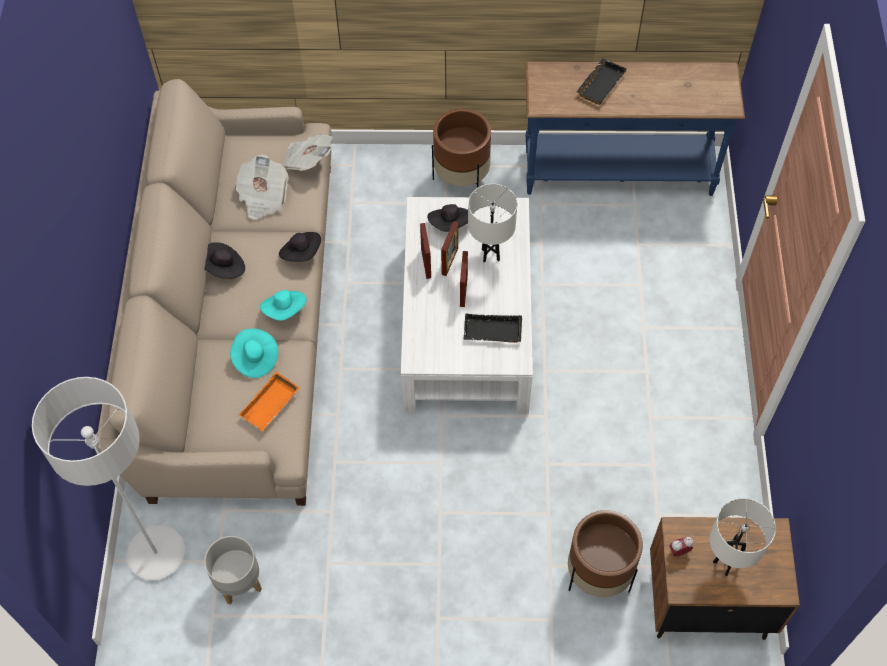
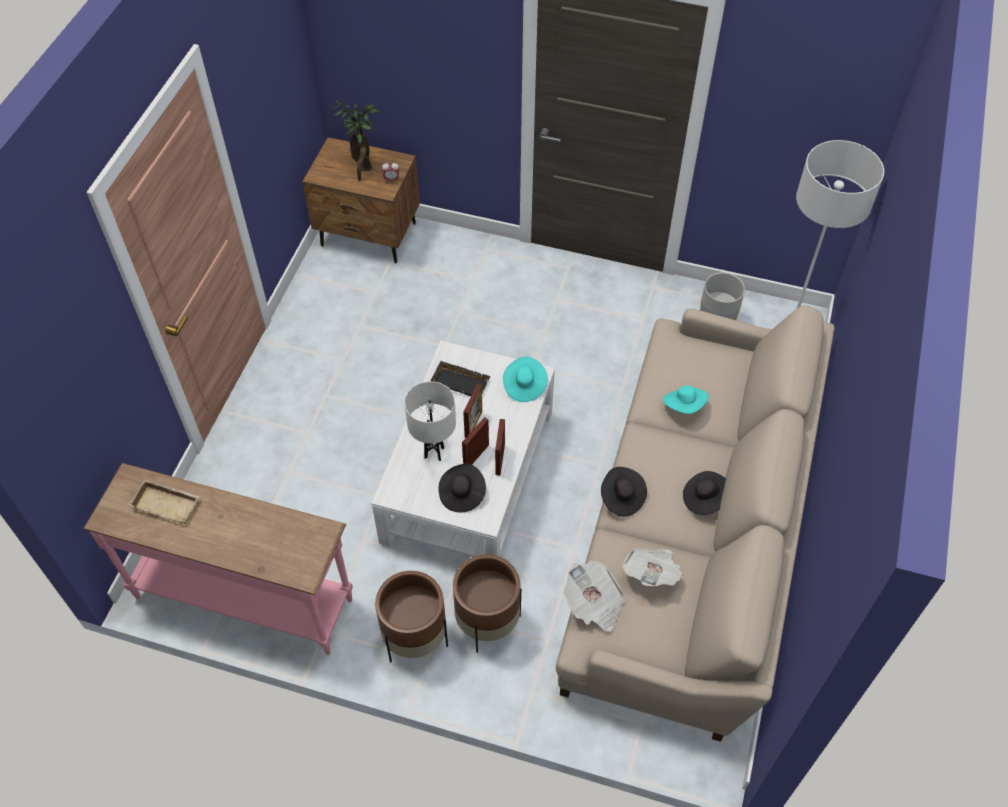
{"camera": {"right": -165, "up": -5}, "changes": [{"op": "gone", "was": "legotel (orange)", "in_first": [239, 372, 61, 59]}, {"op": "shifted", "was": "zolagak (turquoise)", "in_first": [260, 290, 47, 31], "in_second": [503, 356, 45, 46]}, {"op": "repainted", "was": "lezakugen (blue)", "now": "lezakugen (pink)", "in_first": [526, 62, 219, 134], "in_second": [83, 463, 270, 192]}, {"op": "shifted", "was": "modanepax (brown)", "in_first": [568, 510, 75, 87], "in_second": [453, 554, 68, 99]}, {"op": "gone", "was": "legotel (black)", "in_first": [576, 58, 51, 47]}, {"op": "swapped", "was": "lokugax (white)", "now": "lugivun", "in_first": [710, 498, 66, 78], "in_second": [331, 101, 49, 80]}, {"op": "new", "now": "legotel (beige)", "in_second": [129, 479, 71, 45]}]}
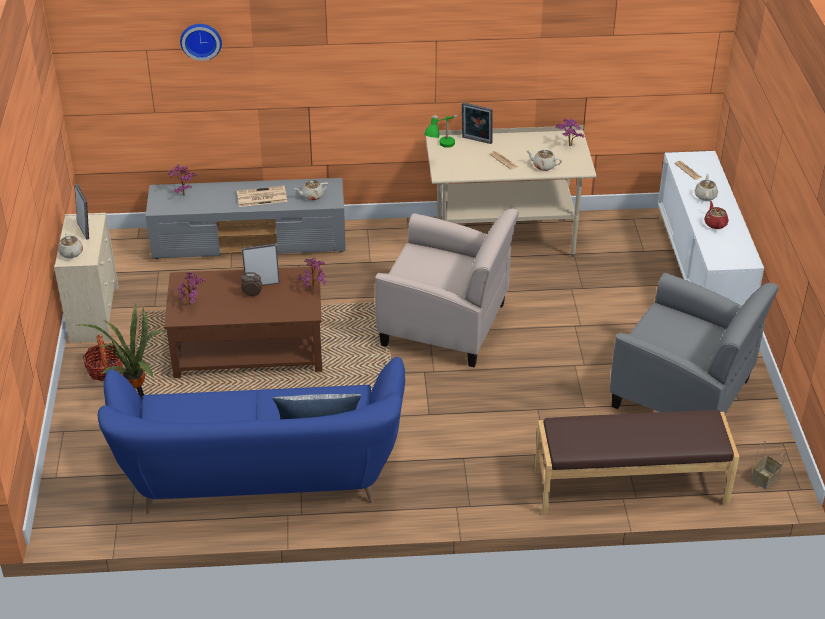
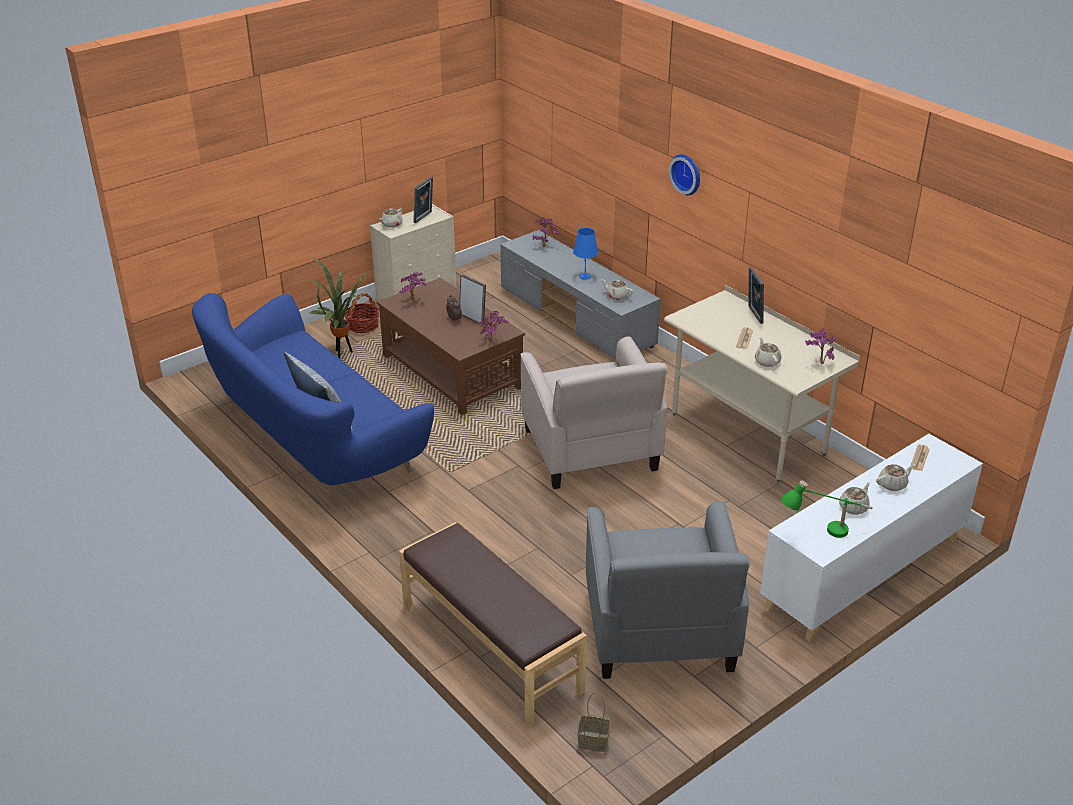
{"camera": {"right": 55, "up": -5}, "changes": [{"op": "shifted", "was": "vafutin", "in_first": [180, 24, 42, 37], "in_second": [669, 154, 31, 41]}, {"op": "swapped", "was": "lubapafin", "now": "lokugax (blue)", "in_first": [237, 186, 50, 21], "in_second": [573, 228, 25, 52]}, {"op": "shifted", "was": "lokugax (green)", "in_first": [424, 115, 34, 33], "in_second": [781, 480, 92, 58]}, {"op": "repainted", "was": "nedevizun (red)", "now": "nedevizun (beige)", "in_first": [704, 201, 25, 28], "in_second": [839, 482, 31, 33]}]}
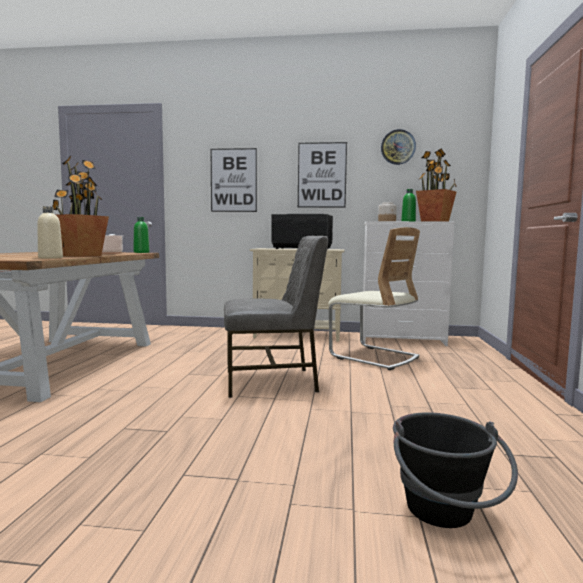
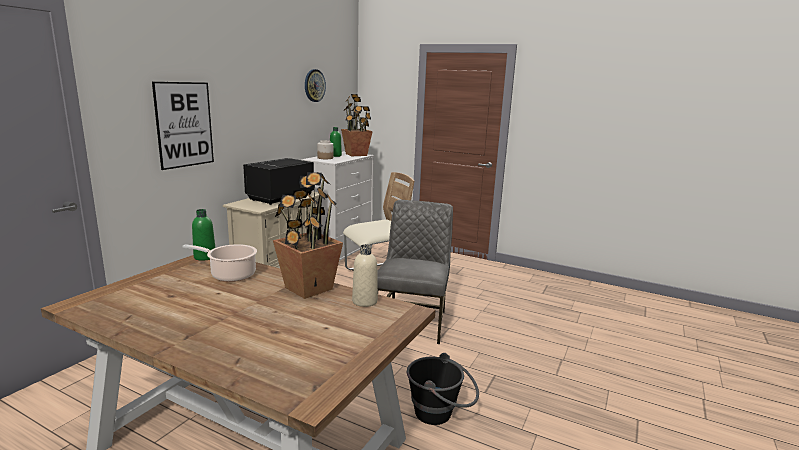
{"camera": {"right": -70, "up": 10}, "changes": [{"op": "gone", "was": "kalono", "in_first": [298, 142, 49, 66]}, {"op": "shifted", "was": "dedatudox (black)", "in_first": [393, 412, 125, 116], "in_second": [407, 353, 72, 72]}]}
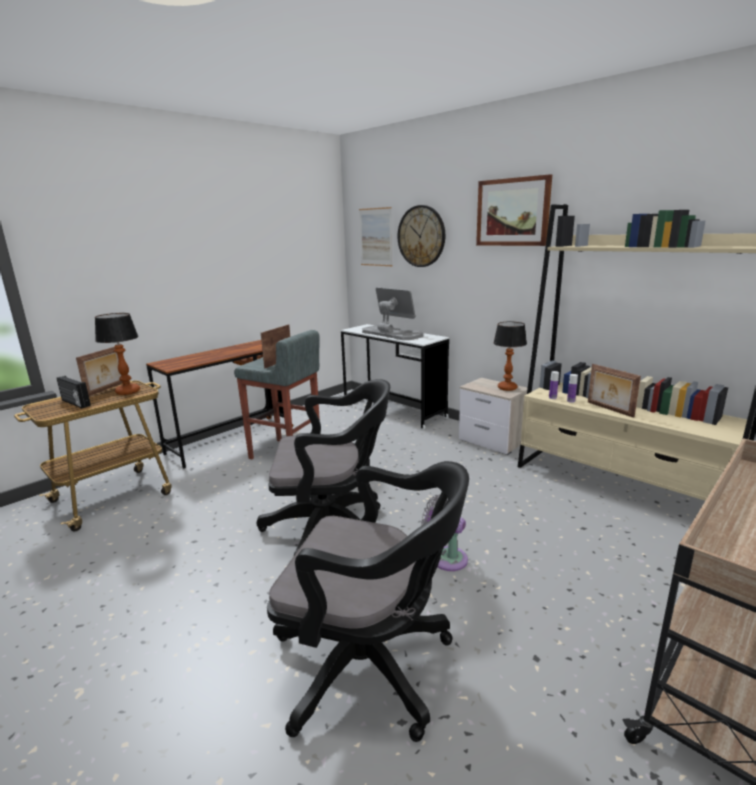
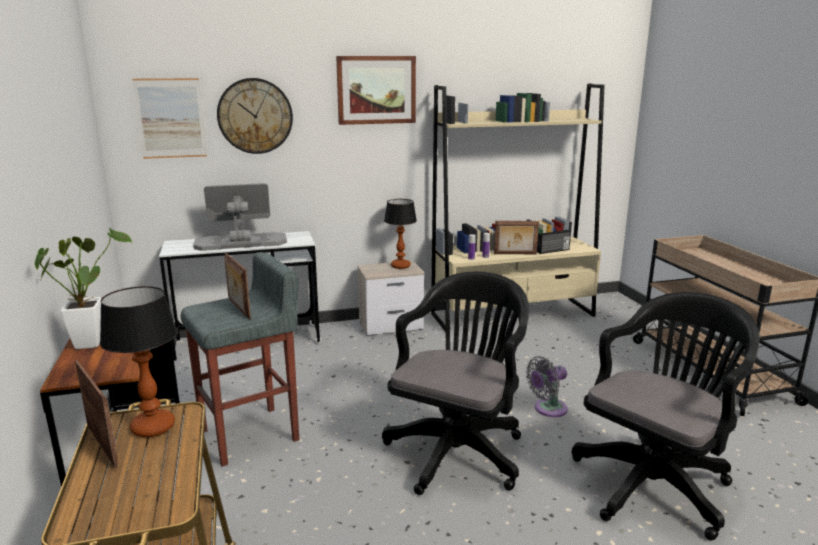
{"camera": {"right": -60, "up": 0}, "changes": [{"op": "shifted", "was": "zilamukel", "in_first": [57, 376, 34, 32], "in_second": [537, 230, 34, 24]}, {"op": "new", "now": "lugivun", "in_second": [35, 228, 97, 121]}]}
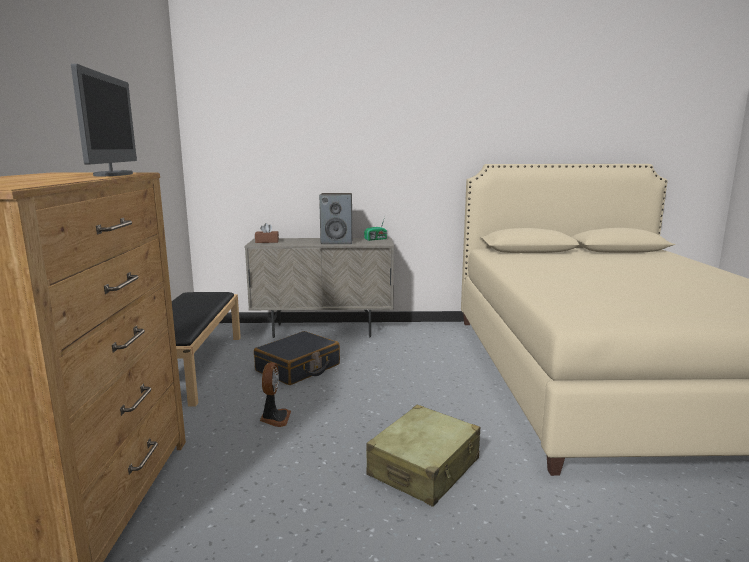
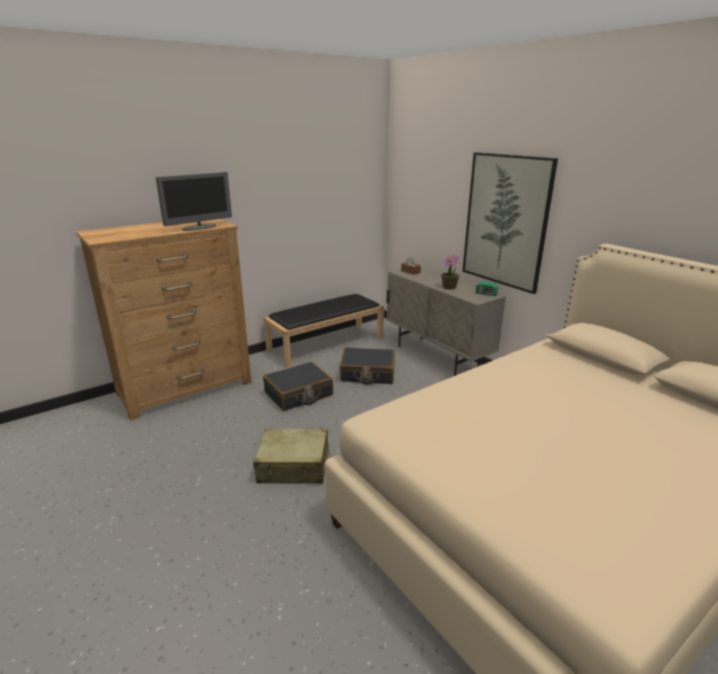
{"camera": {"right": 55, "up": 10}, "changes": [{"op": "swapped", "was": "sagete", "now": "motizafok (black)", "in_first": [260, 362, 31, 65], "in_second": [263, 362, 70, 49]}, {"op": "swapped", "was": "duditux", "now": "lugivun", "in_first": [319, 193, 33, 51], "in_second": [441, 254, 19, 36]}, {"op": "new", "now": "kalono", "in_second": [462, 152, 96, 142]}]}
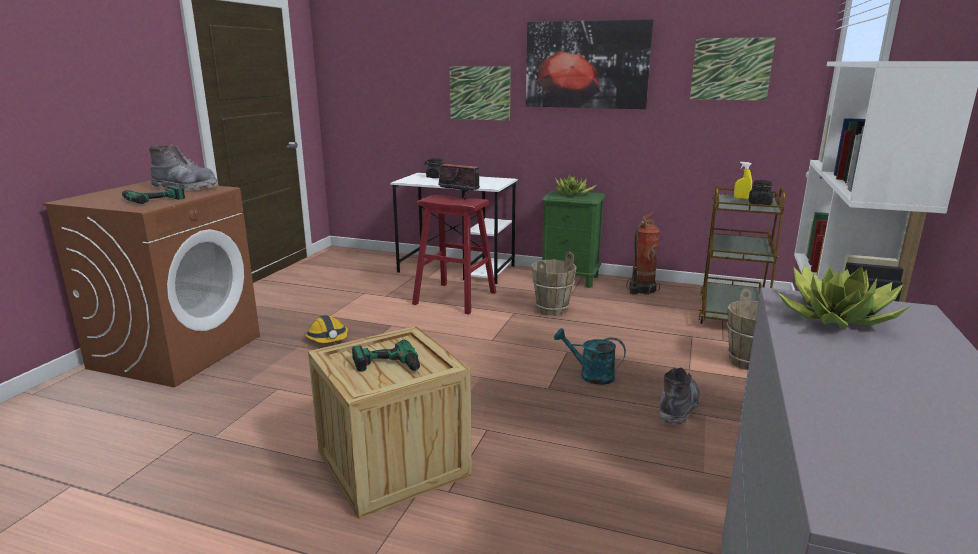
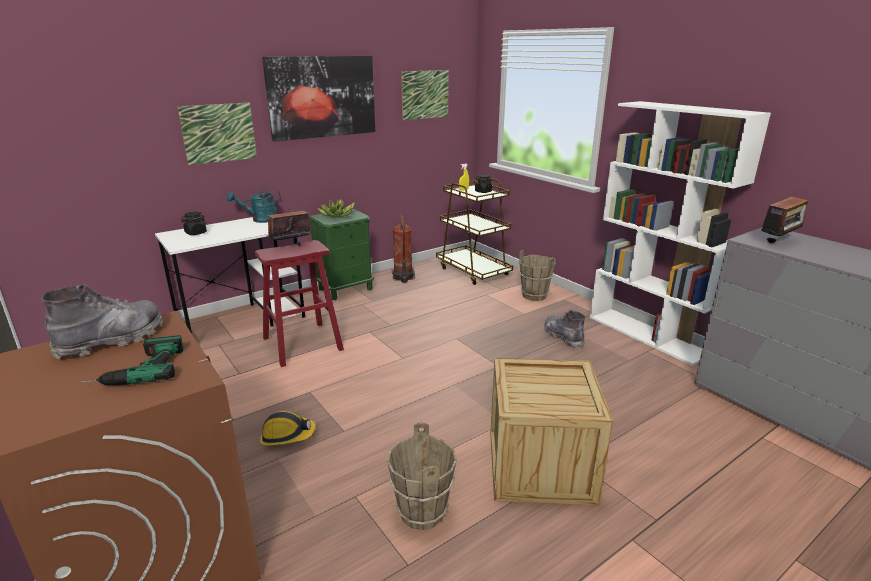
{"camera": {"right": -55, "up": 5}, "changes": [{"op": "gone", "was": "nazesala", "in_first": [352, 340, 68, 35]}, {"op": "shifted", "was": "dedatudox (brown)", "in_first": [532, 252, 45, 64], "in_second": [387, 423, 70, 107]}, {"op": "shifted", "was": "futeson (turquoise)", "in_first": [554, 328, 72, 57], "in_second": [227, 187, 54, 36]}, {"op": "swapped", "was": "lugivun", "now": "zilamukel", "in_first": [778, 264, 132, 65], "in_second": [761, 197, 47, 46]}]}
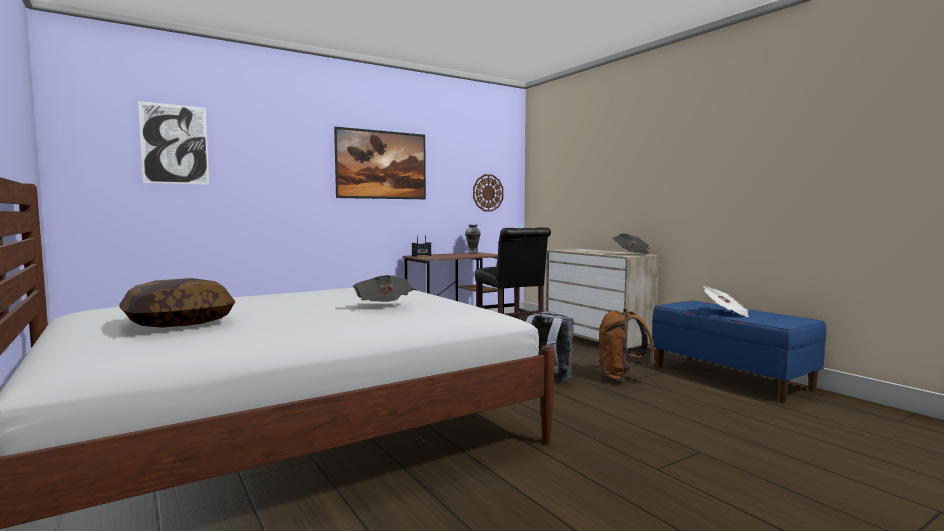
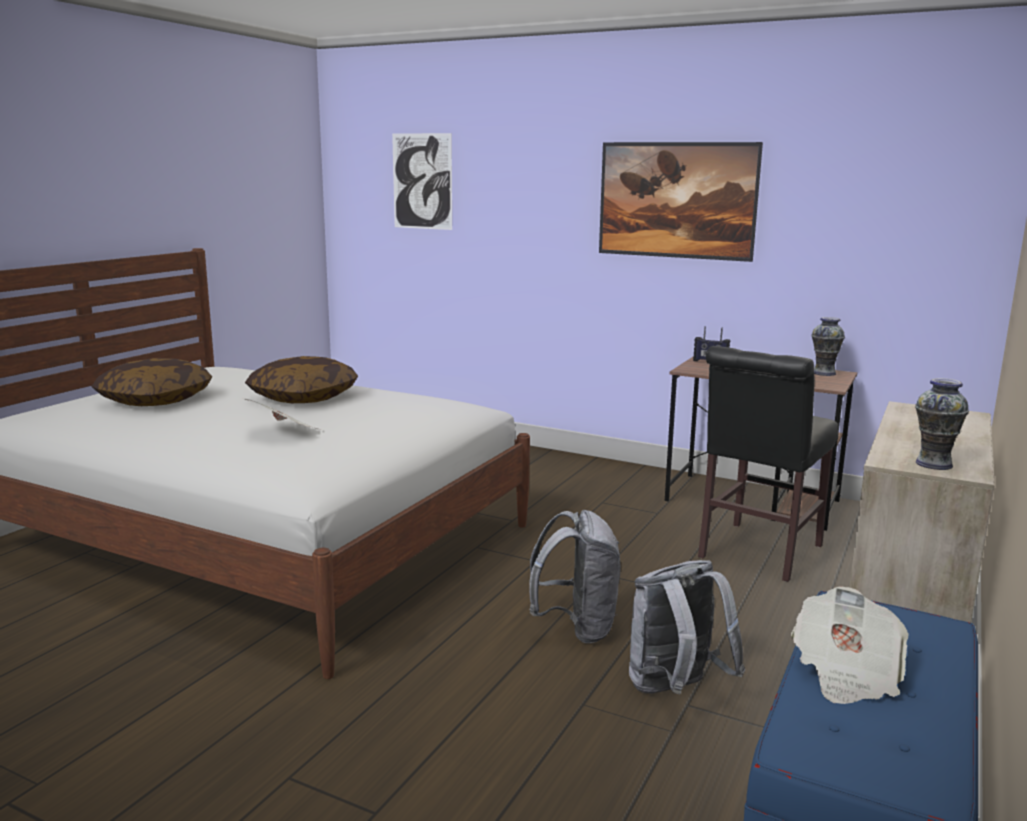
{"camera": {"right": 60, "up": 10}, "changes": [{"op": "gone", "was": "vafutin", "in_first": [473, 174, 31, 37]}, {"op": "repainted", "was": "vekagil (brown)", "now": "vekagil (grey)", "in_first": [599, 309, 56, 73], "in_second": [629, 560, 117, 135]}, {"op": "swapped", "was": "lubapafin", "now": "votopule", "in_first": [613, 234, 36, 20], "in_second": [915, 378, 54, 92]}, {"op": "new", "now": "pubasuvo", "in_second": [245, 356, 113, 47]}]}
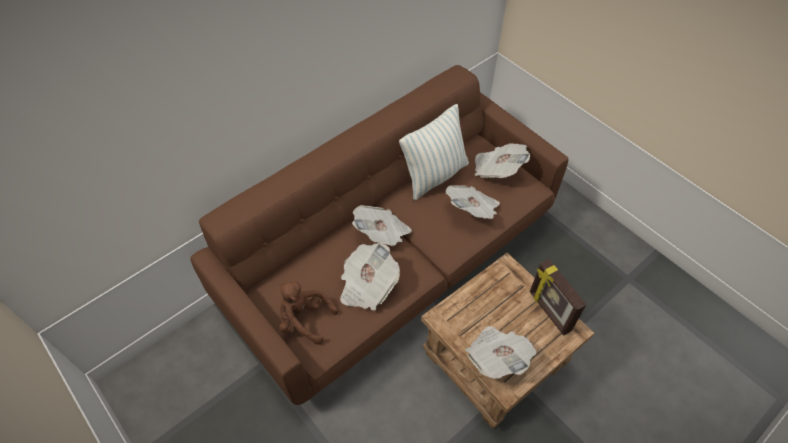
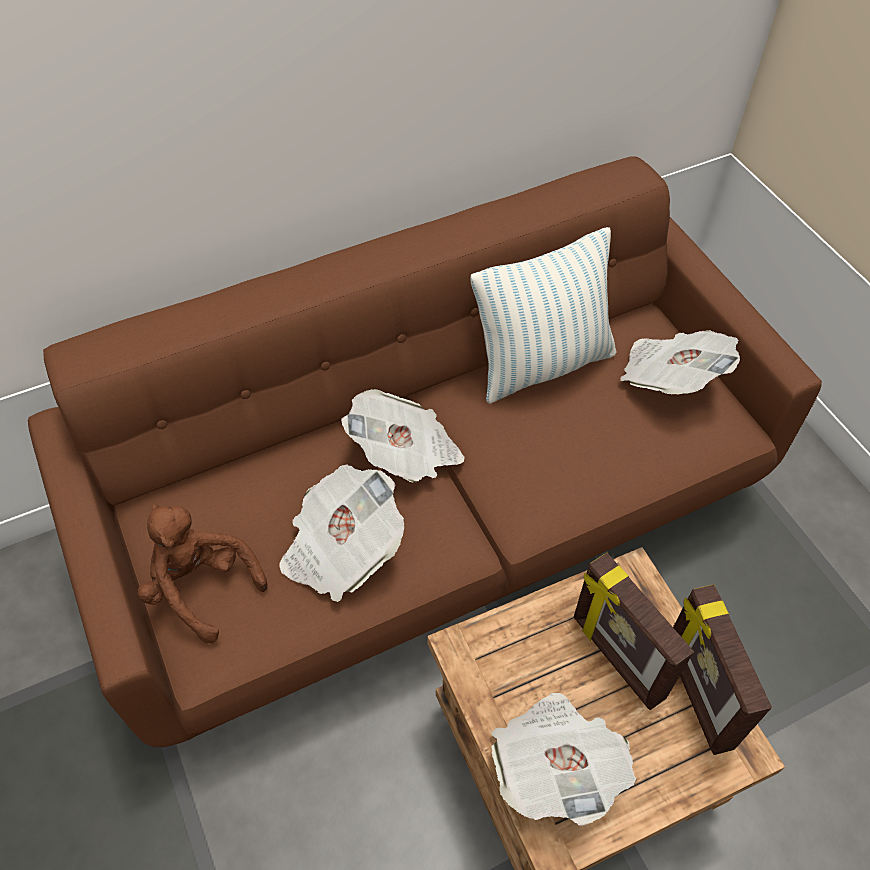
{"camera": {"right": 15, "up": 0}, "changes": [{"op": "gone", "was": "lubapafin", "in_first": [446, 185, 54, 34]}, {"op": "new", "now": "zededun", "in_second": [574, 552, 120, 158]}]}
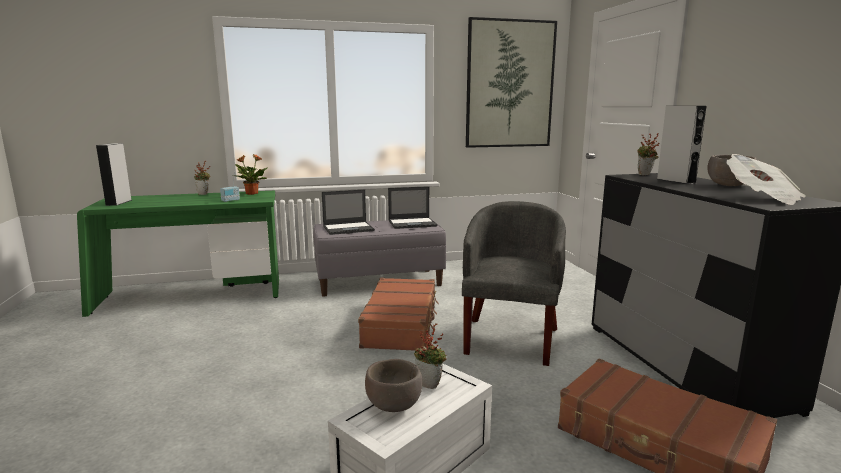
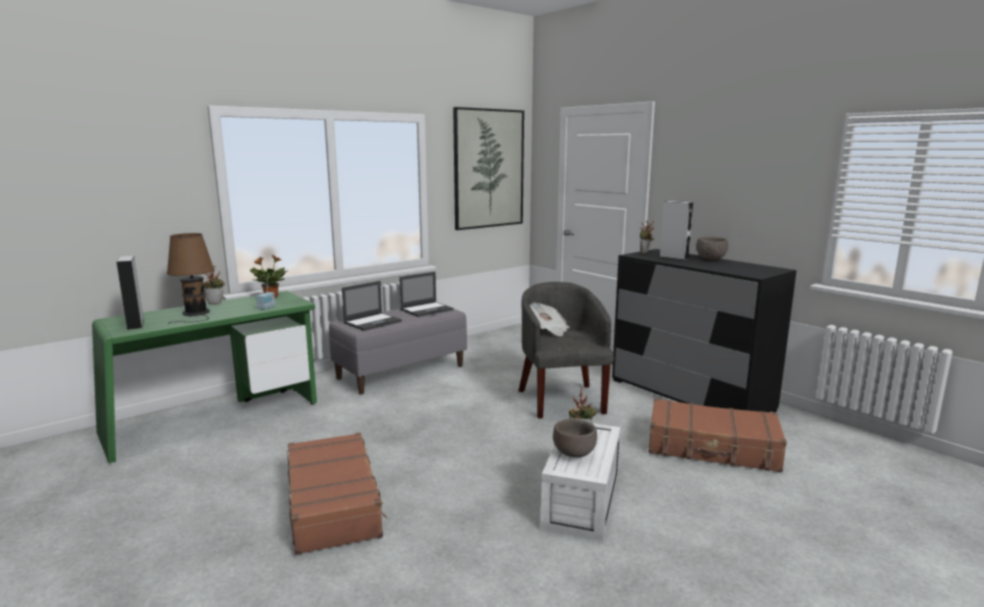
{"camera": {"right": -25, "up": 0}, "changes": [{"op": "shifted", "was": "motizafok (brown)", "in_first": [358, 278, 81, 73], "in_second": [287, 433, 101, 122]}, {"op": "shifted", "was": "lubapafin", "in_first": [726, 154, 80, 51], "in_second": [530, 303, 39, 33]}, {"op": "new", "now": "lokugax (brown)", "in_second": [167, 233, 48, 91]}]}
